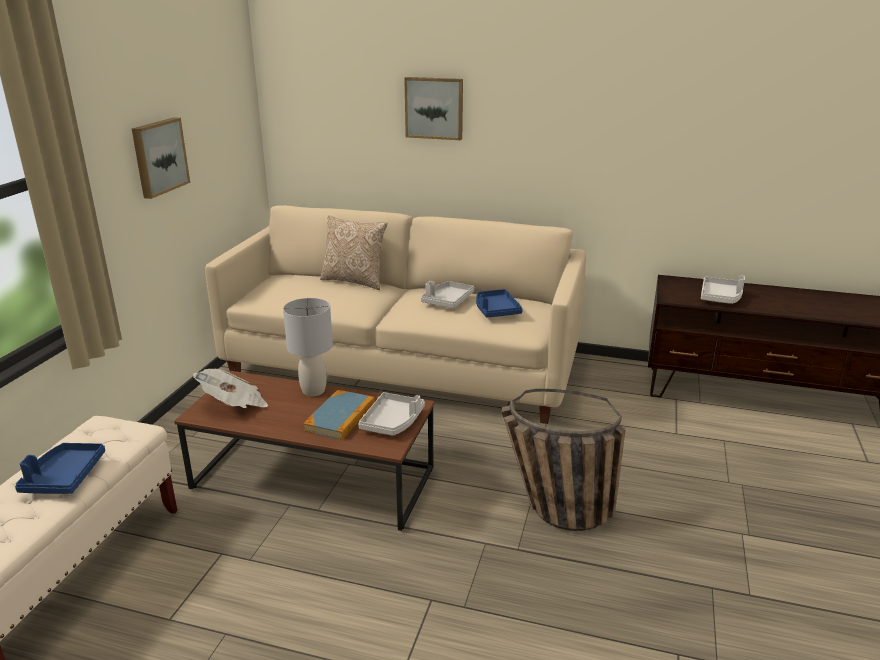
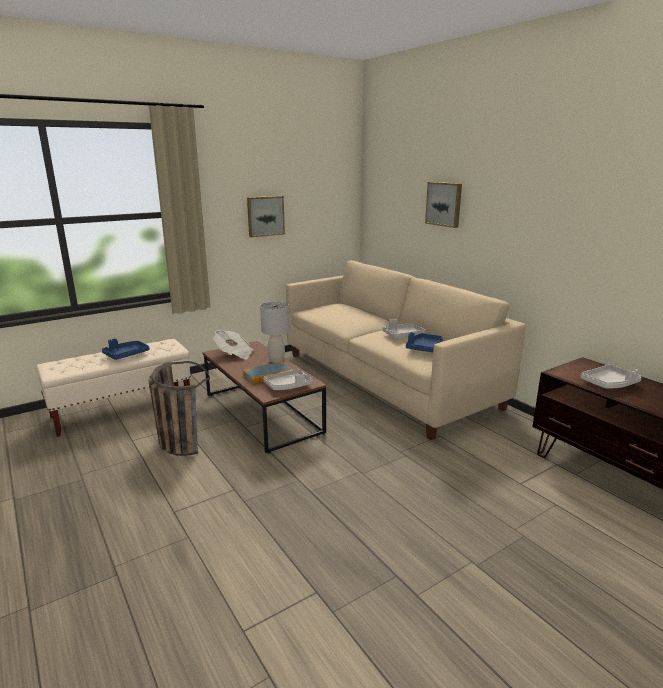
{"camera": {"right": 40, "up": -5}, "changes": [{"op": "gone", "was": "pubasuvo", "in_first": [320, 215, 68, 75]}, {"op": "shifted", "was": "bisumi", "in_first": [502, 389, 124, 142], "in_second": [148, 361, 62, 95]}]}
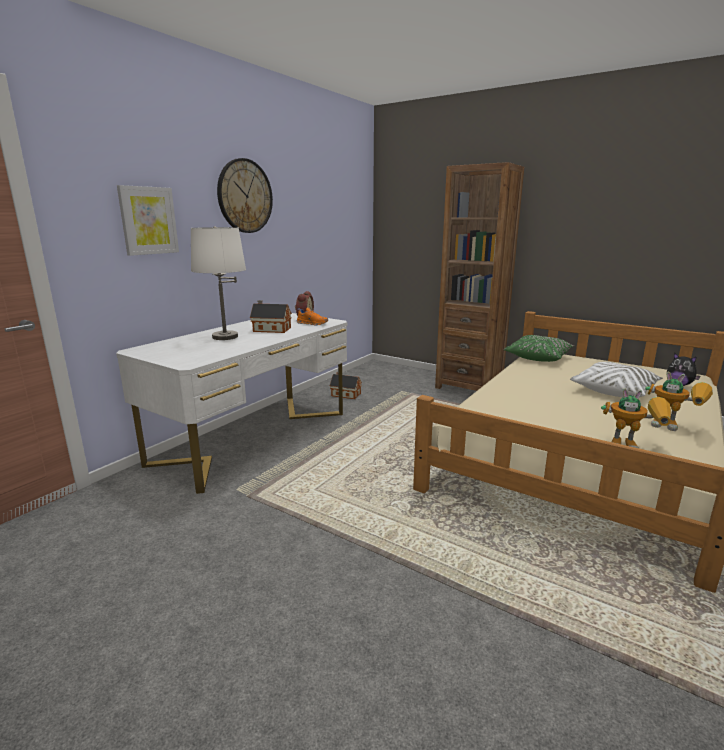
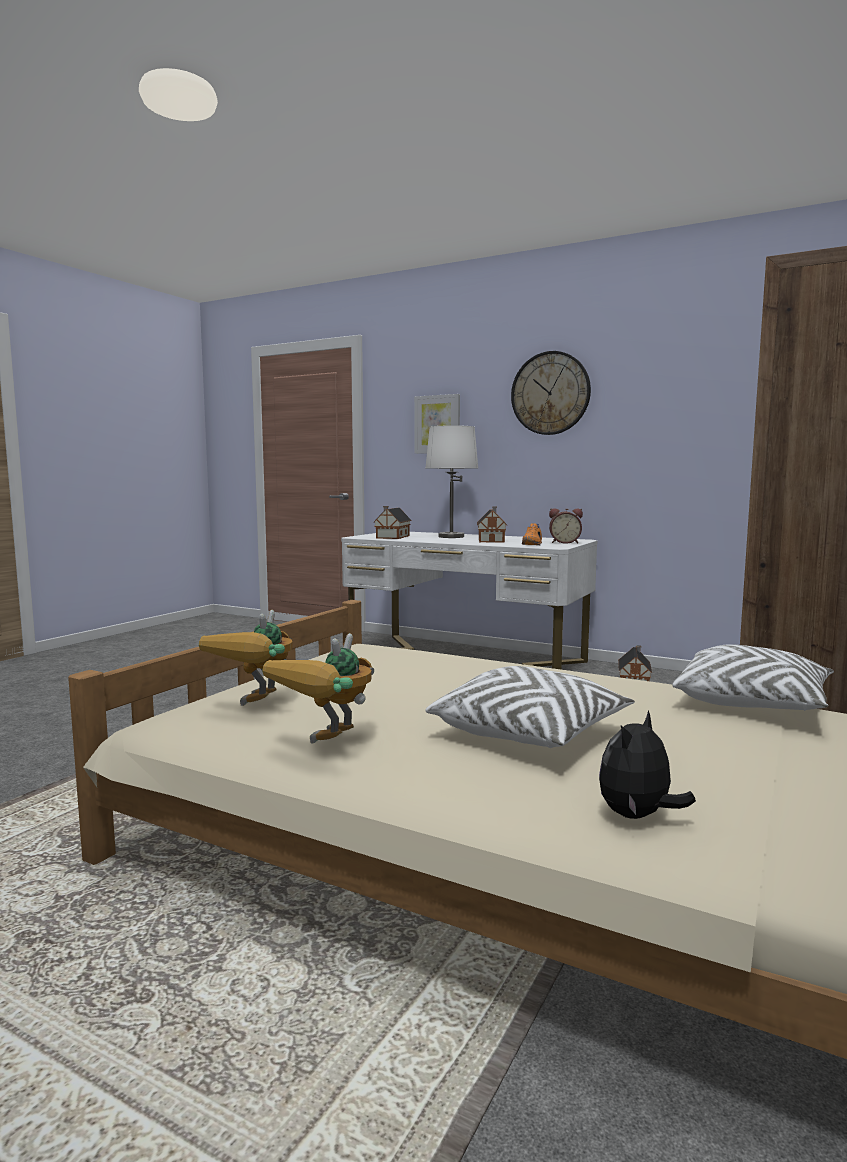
{"camera": {"right": 85, "up": -10}, "changes": [{"op": "repainted", "was": "pubasuvo (green)", "now": "pubasuvo (white)", "in_first": [504, 335, 70, 27], "in_second": [672, 644, 162, 67]}, {"op": "new", "now": "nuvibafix", "in_second": [373, 506, 39, 33]}]}
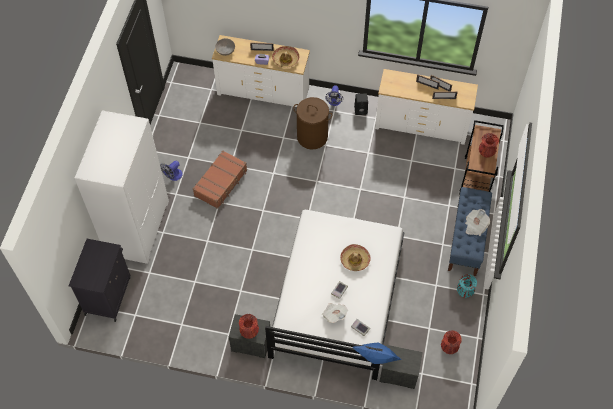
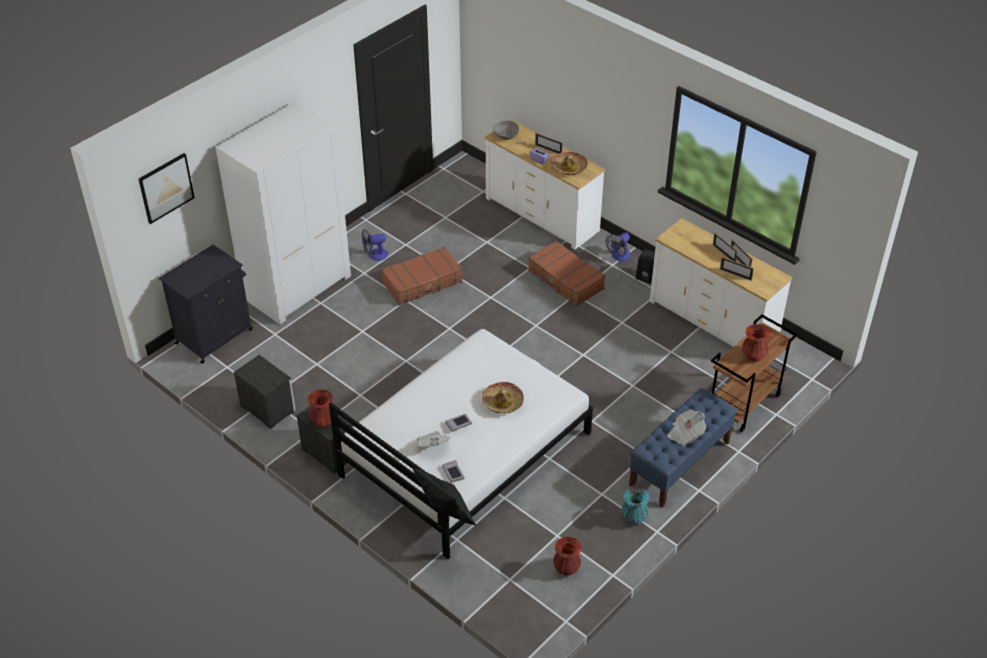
{"camera": {"right": 30, "up": -15}, "changes": [{"op": "swapped", "was": "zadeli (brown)", "now": "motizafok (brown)", "in_first": [293, 97, 39, 52], "in_second": [528, 241, 78, 65]}, {"op": "repainted", "was": "pubasuvo (blue)", "now": "pubasuvo (black)", "in_first": [352, 342, 51, 22], "in_second": [412, 467, 64, 59]}, {"op": "shifted", "was": "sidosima", "in_first": [379, 345, 44, 44], "in_second": [234, 355, 61, 74]}, {"op": "new", "now": "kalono", "in_second": [138, 153, 57, 71]}]}
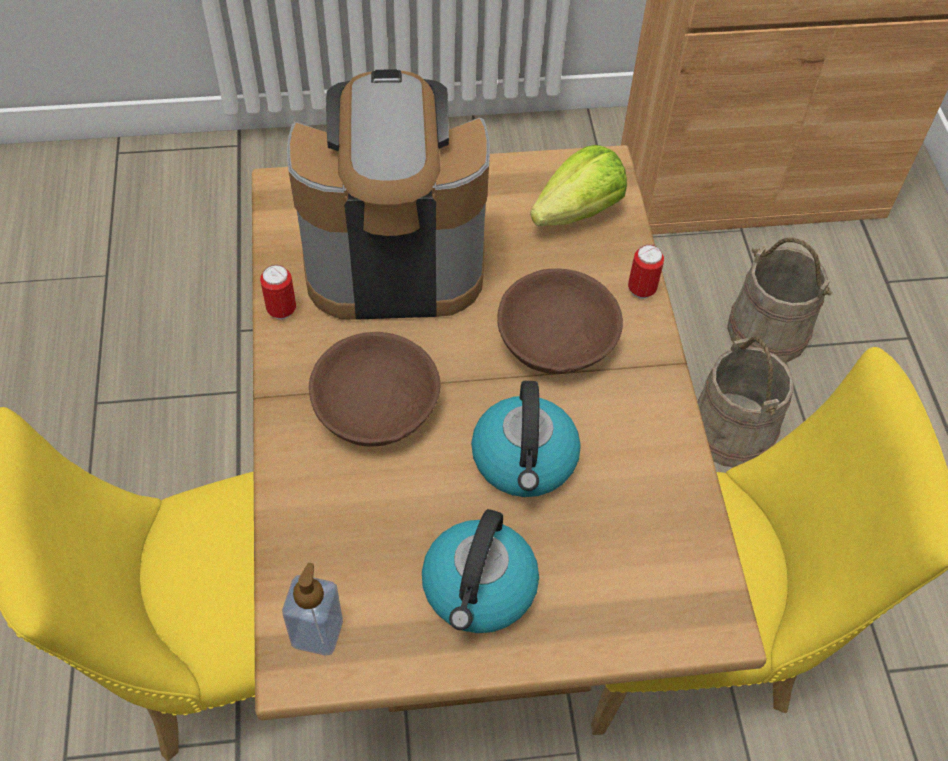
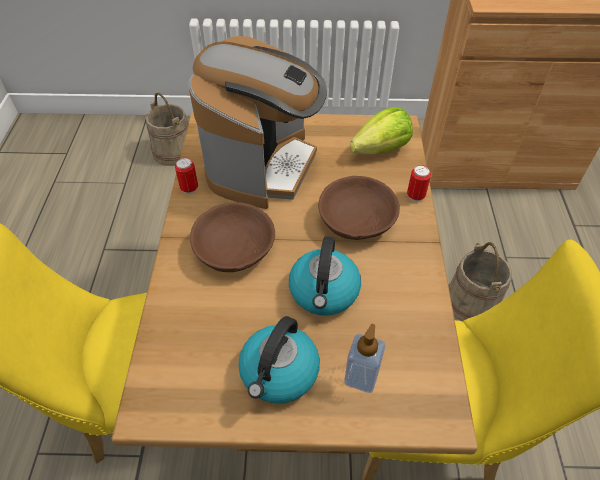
{"camera": {"right": 10, "up": -5}, "changes": [{"op": "shifted", "was": "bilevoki", "in_first": [282, 563, 61, 93], "in_second": [344, 324, 41, 69]}, {"op": "rotated", "was": "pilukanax", "in_first": [287, 69, 203, 251], "in_second": [188, 36, 139, 173], "clockwise": 105}, {"op": "shifted", "was": "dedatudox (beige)", "in_first": [727, 238, 106, 125], "in_second": [146, 92, 42, 74]}]}
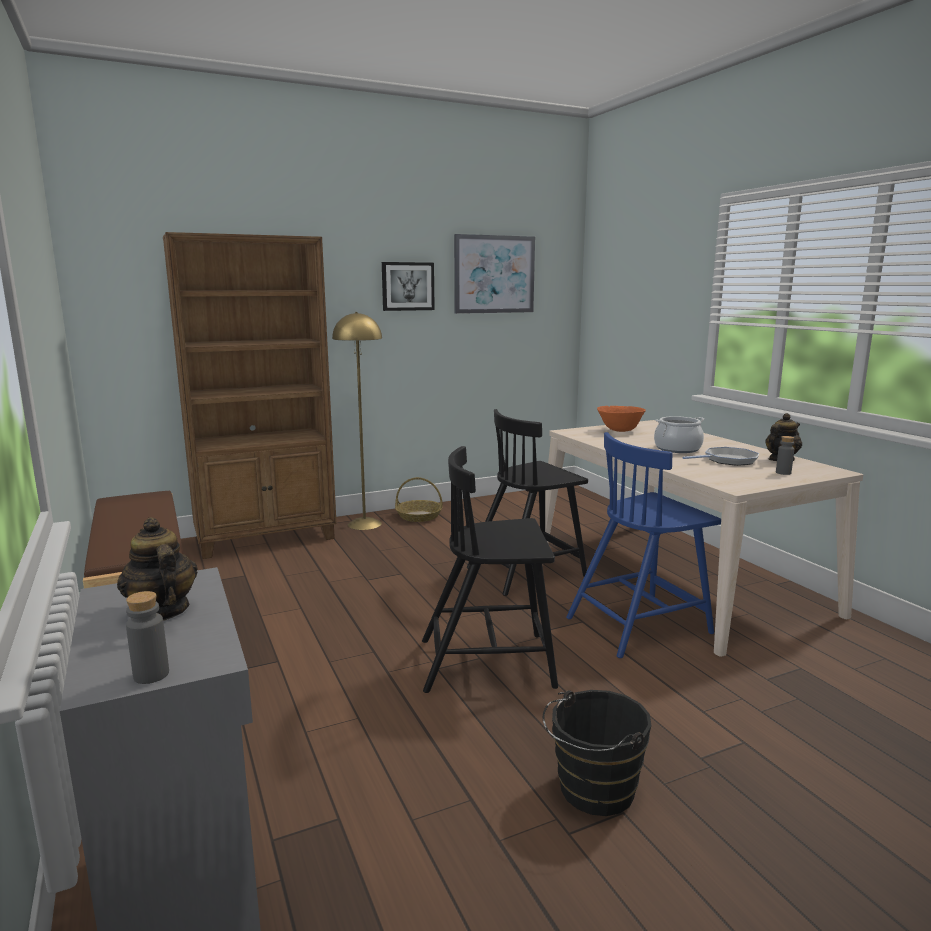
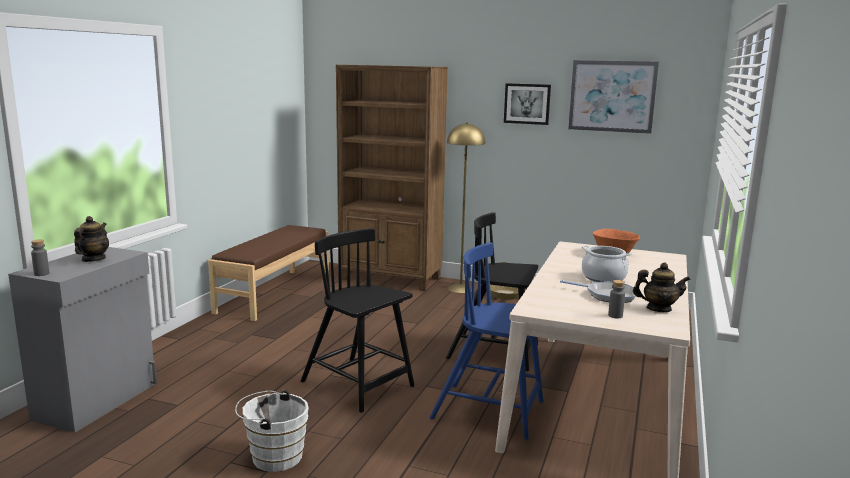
{"camera": {"right": 45, "up": 0}, "changes": [{"op": "repainted", "was": "dedatudox (black)", "now": "dedatudox (white)", "in_first": [543, 690, 108, 126], "in_second": [235, 390, 74, 82]}]}
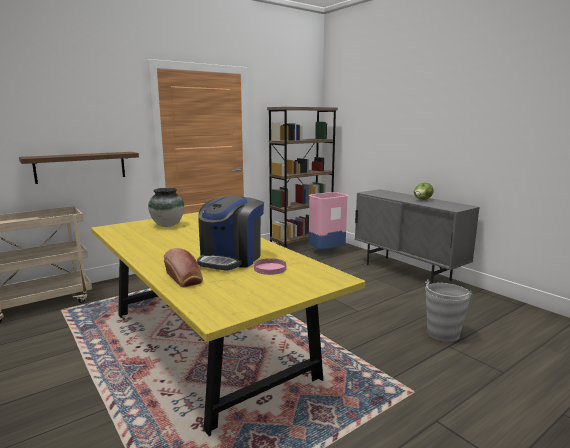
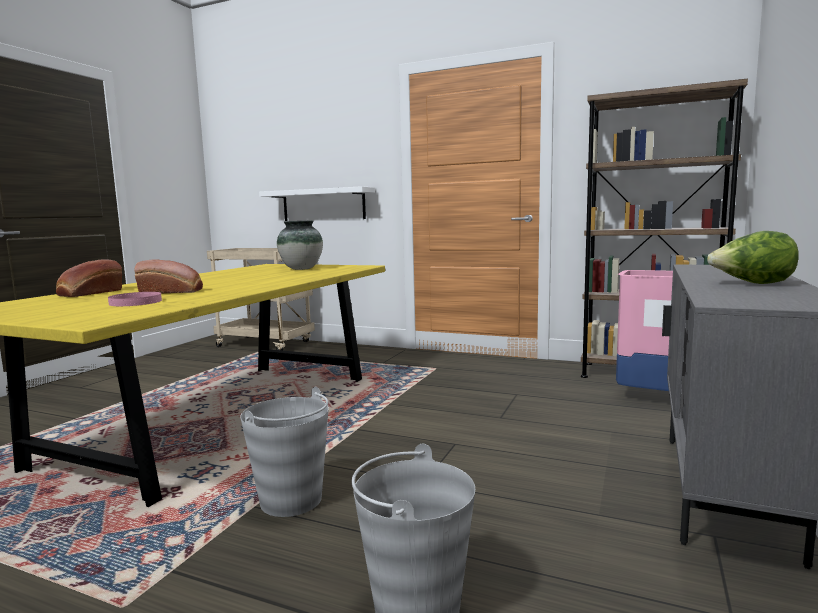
{"camera": {"right": 60, "up": -5}, "changes": [{"op": "repainted", "was": "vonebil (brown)", "now": "vonebil (white)", "in_first": [19, 152, 120, 32], "in_second": [259, 186, 116, 35]}, {"op": "swapped", "was": "pilukanax", "now": "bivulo", "in_first": [197, 196, 67, 75], "in_second": [134, 259, 69, 34]}, {"op": "new", "now": "dedatudox (grey)", "in_second": [240, 387, 89, 130]}]}
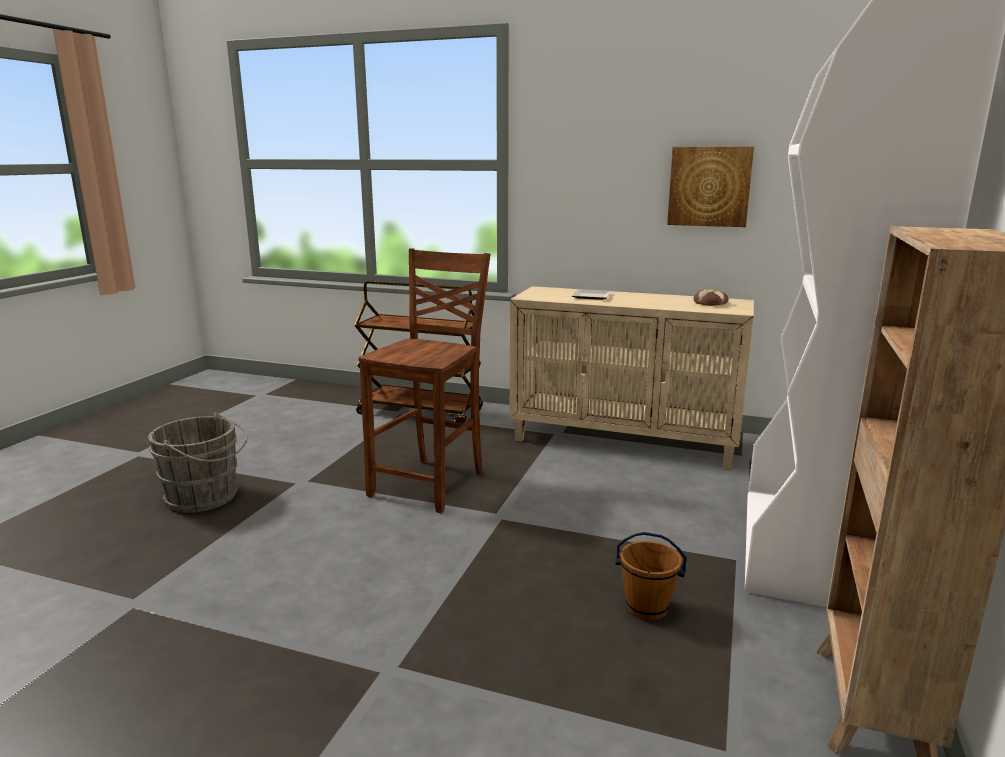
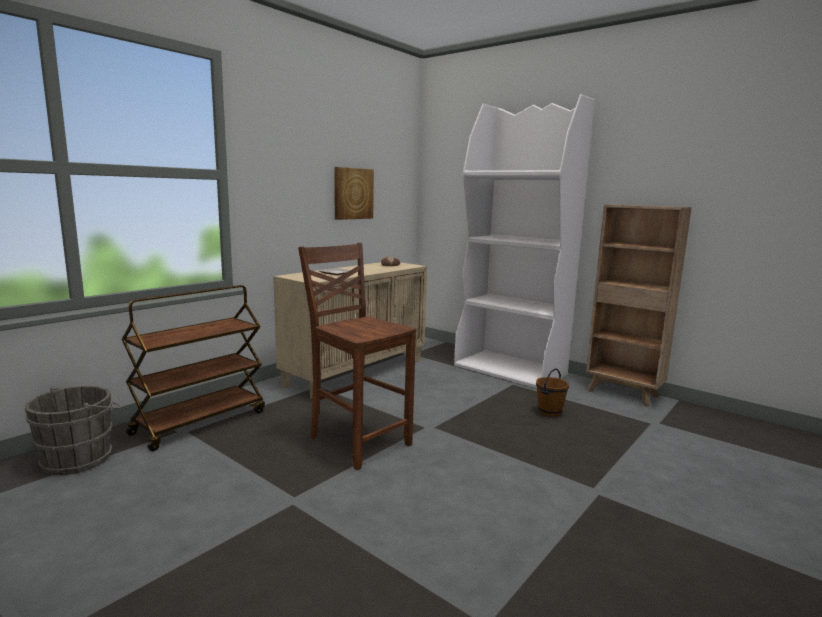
{"camera": {"right": -70, "up": -5}, "changes": [{"op": "shifted", "was": "dedatudox (grey)", "in_first": [148, 413, 100, 100], "in_second": [25, 386, 97, 89]}]}
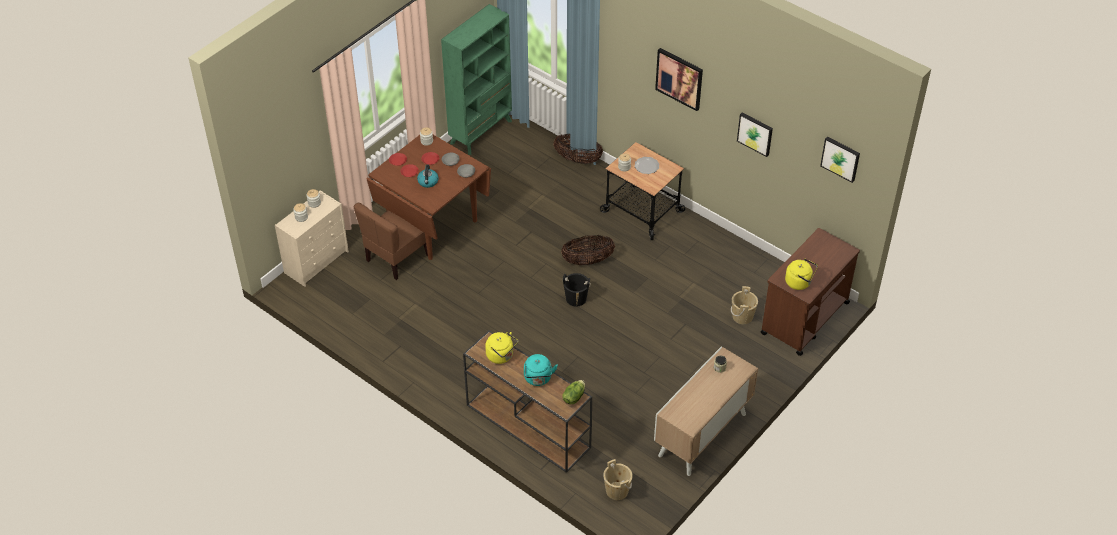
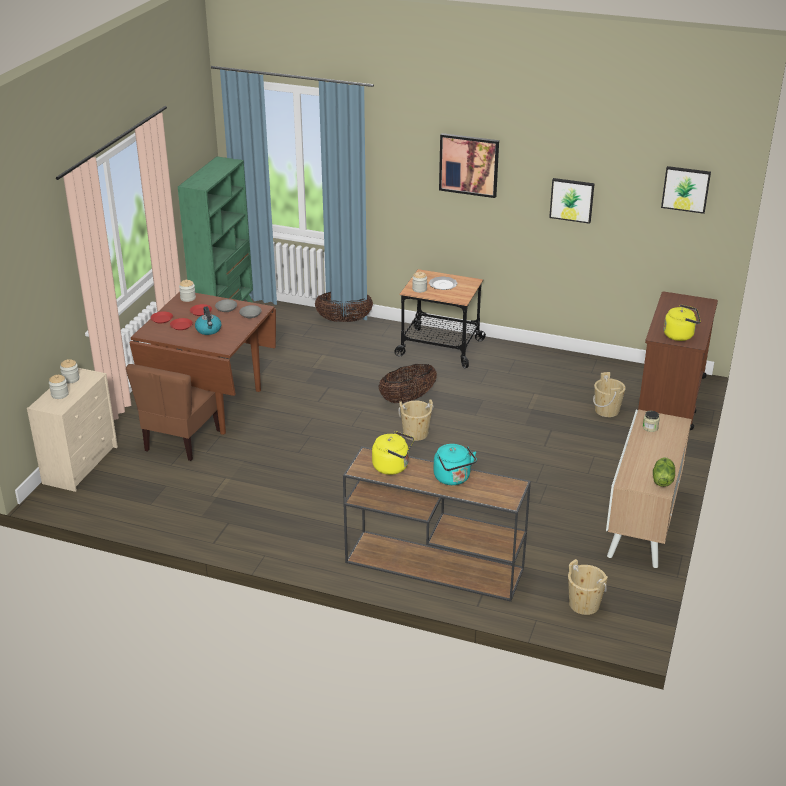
{"camera": {"right": -20, "up": -15}, "changes": [{"op": "repainted", "was": "dedatudox (black)", "now": "dedatudox (beige)", "in_first": [562, 273, 29, 34], "in_second": [398, 400, 36, 41]}, {"op": "shifted", "was": "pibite", "in_first": [562, 380, 23, 24], "in_second": [653, 457, 22, 30]}]}
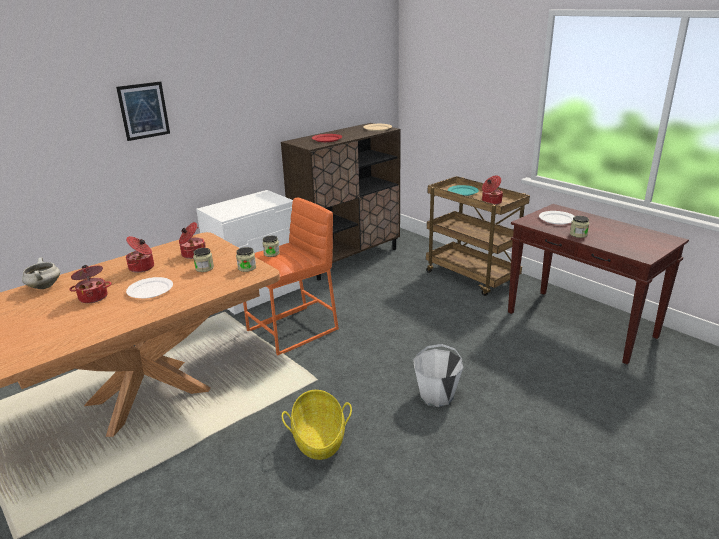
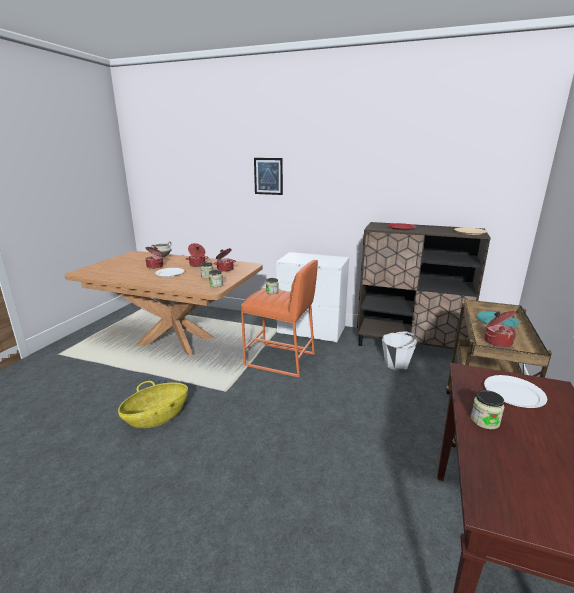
{"camera": {"right": 60, "up": -5}, "changes": [{"op": "shifted", "was": "dedatudox (white)", "in_first": [413, 344, 50, 63], "in_second": [382, 331, 35, 40]}]}
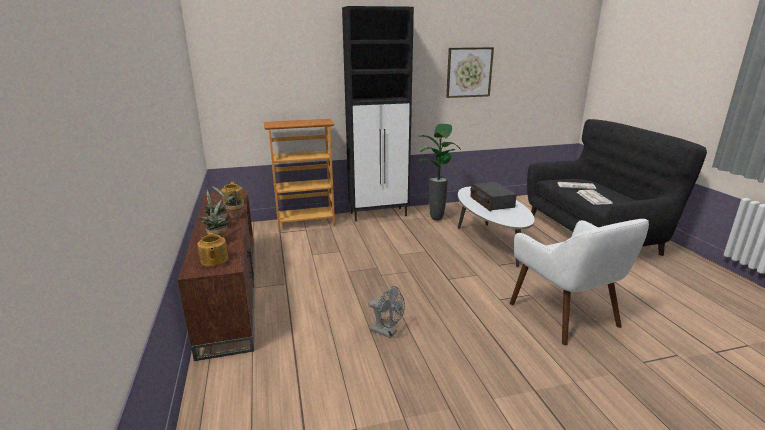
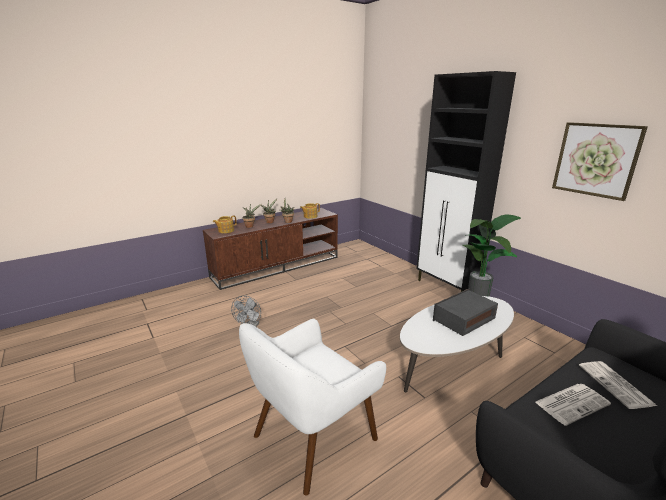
{"camera": {"right": 70, "up": 0}, "changes": [{"op": "gone", "was": "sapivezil", "in_first": [264, 119, 71, 113]}]}
